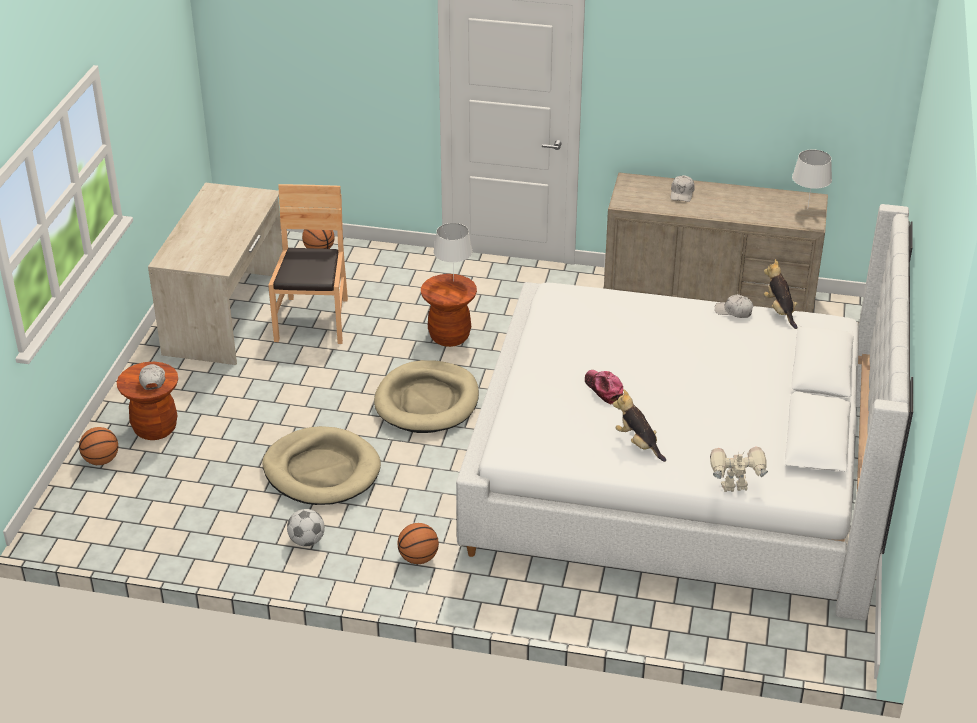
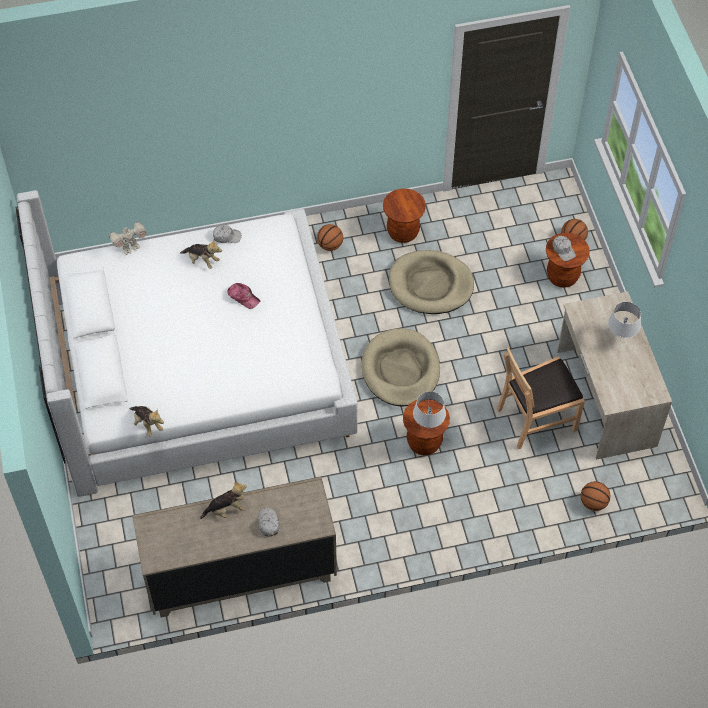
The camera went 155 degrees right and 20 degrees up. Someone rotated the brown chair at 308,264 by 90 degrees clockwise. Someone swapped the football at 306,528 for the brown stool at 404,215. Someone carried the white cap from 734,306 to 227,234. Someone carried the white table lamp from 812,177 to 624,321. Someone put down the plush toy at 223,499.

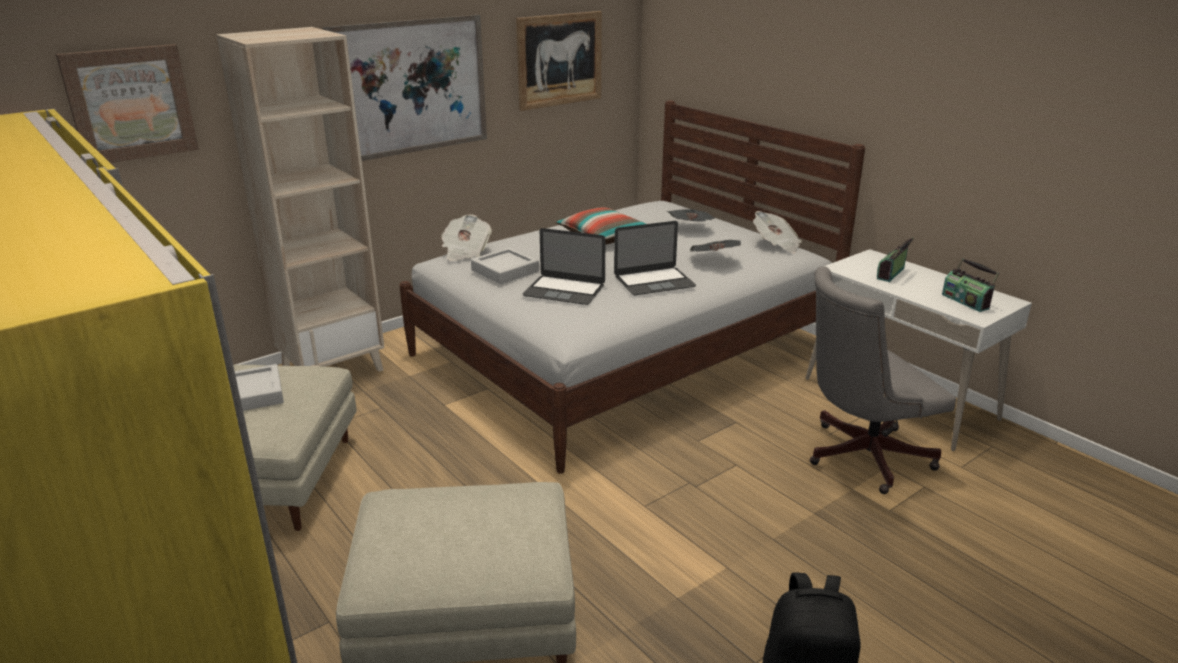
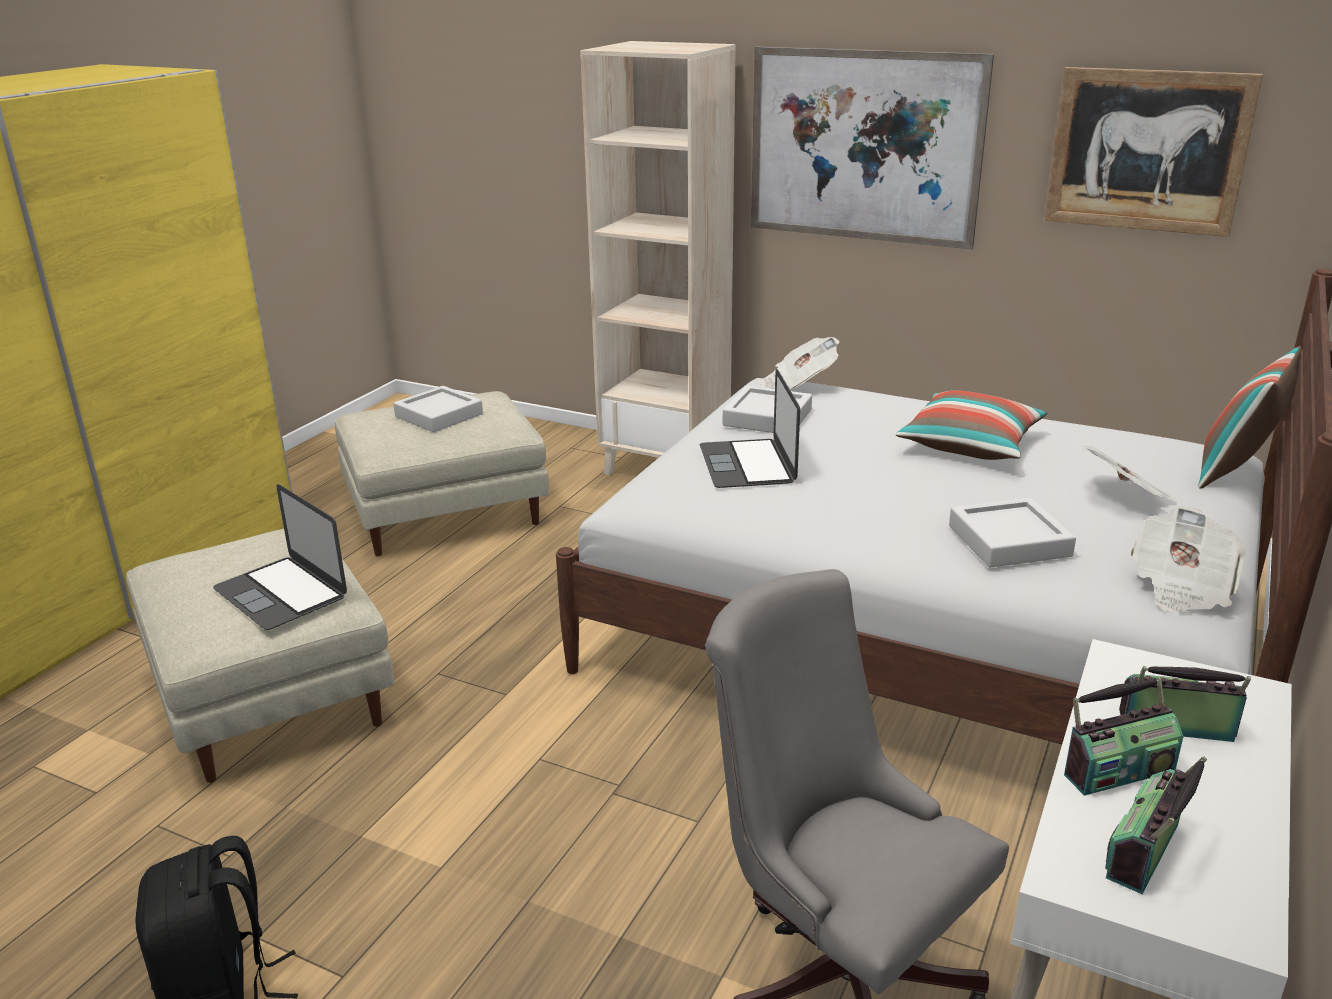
The camera went 65 degrees right and 0 degrees up. Someone took away the picture at 127,103. Someone carried the laptop from 655,258 to 280,557. Someone swapped the newspaper at 715,246 for the grey tray at 1012,533. Someone put down the radio at 1124,737. Someone put down the pillow at 1249,417.

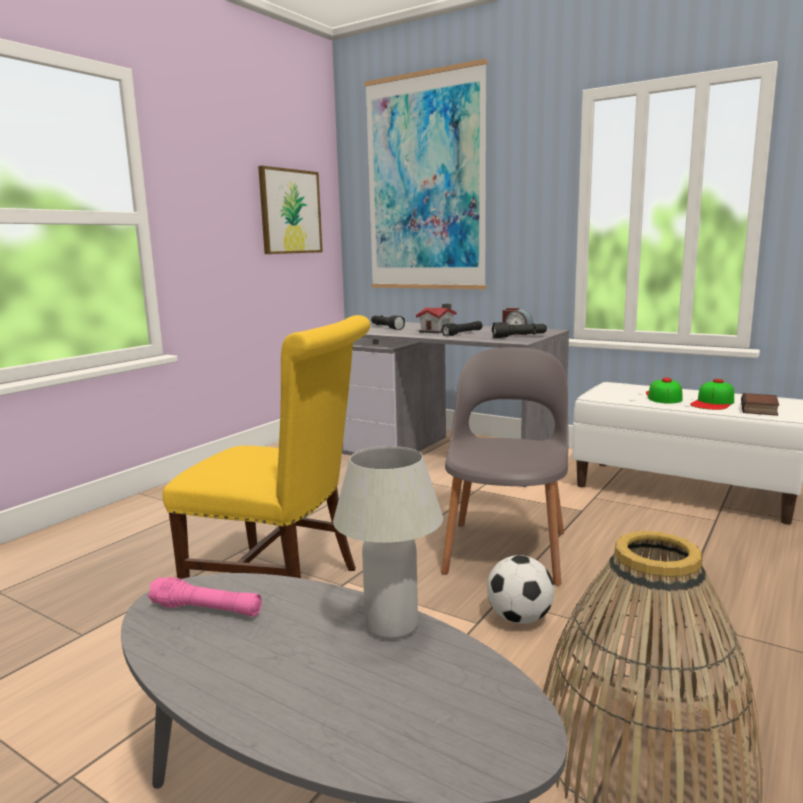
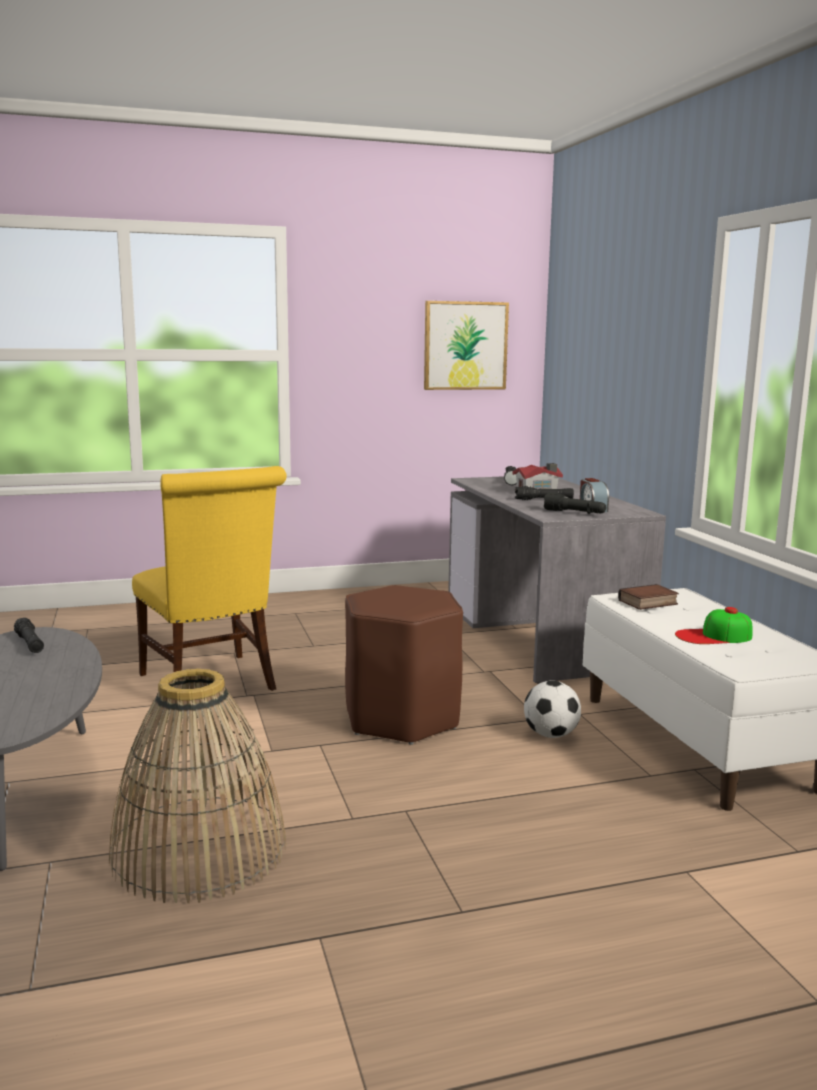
The camera went 40 degrees right and 0 degrees up. Someone repainted the pink flashlight at 204,596, which became the black flashlight at 29,635. Someone took away the white table lamp at 388,543. Someone took away the picture at 426,174. Someone swapped the grey chair at 505,466 for the brown stool at 404,665. Someone carried the football from 520,589 to 552,709. Someone took away the cap at 664,391. Someone carried the book from 760,404 to 648,597.

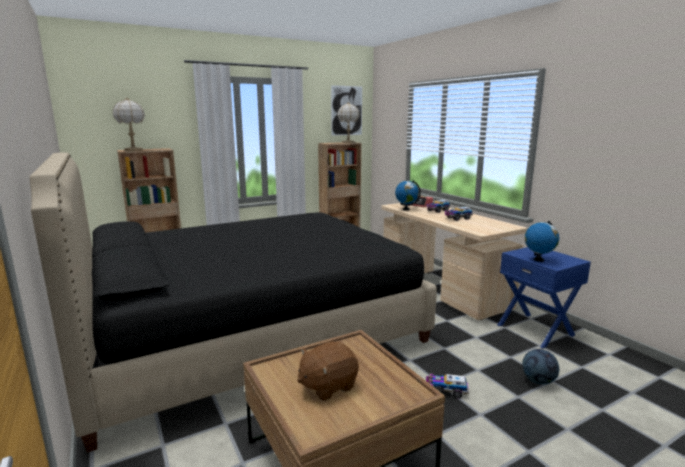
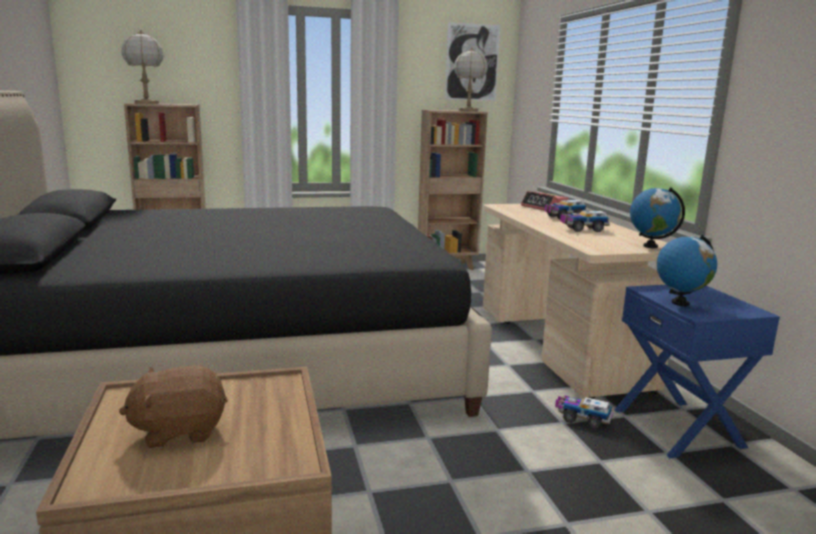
The camera went 15 degrees right and 0 degrees up. Someone carried the globe from 408,195 to 657,217. Someone carried the toy truck from 447,386 to 584,412. Someone took away the football at 540,367.

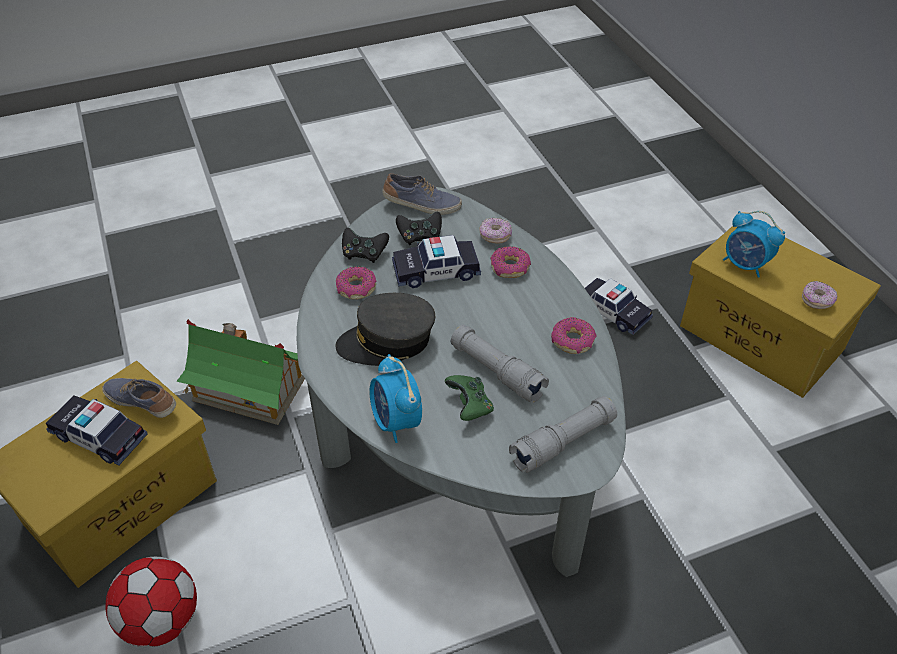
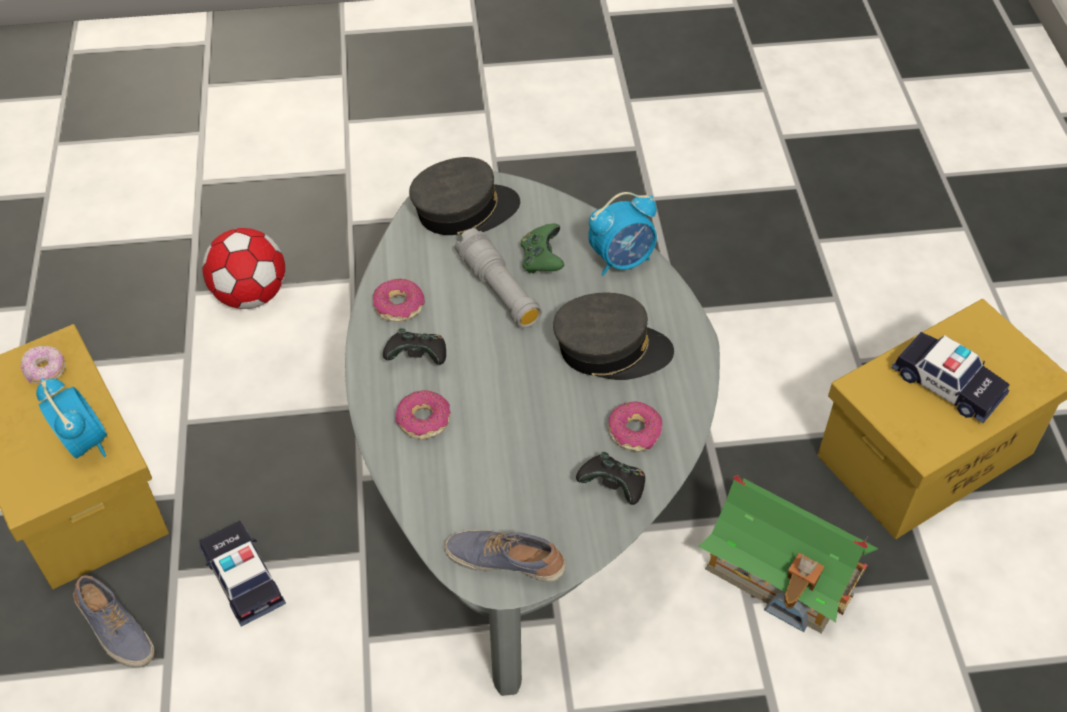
The camera went 165 degrees left and 5 degrees up. Someone carried the shoe from 139,398 to 114,621. Someone carried the football from 151,602 to 243,268. Someone rotated the alarm clock at 396,398 by 75 degrees clockwise. Someone took away the toy car at 436,261. Someone carried the black game controller from 419,228 to 414,346. Someone took away the donut at 495,231. Someone swapped the grey flashlight at 563,434 for the grey cap at 464,196.

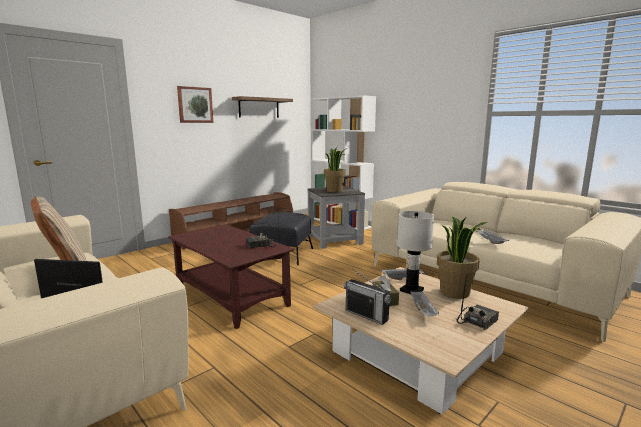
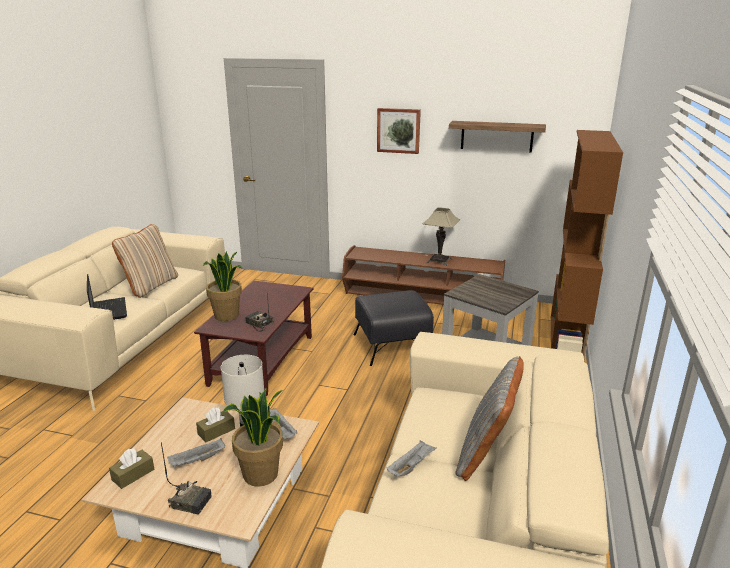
The camera went 60 degrees right and 10 degrees up. Someone repainted the white bookcase at 343,162, which became the brown bookcase at 587,246. Someone carried the potted plant from 335,169 to 222,286. Someone took away the radio at 368,297. Someone put down the brown tissue box at 131,468. Someone put down the table lamp at 441,236. Someone put down the grey pillow at 489,418.

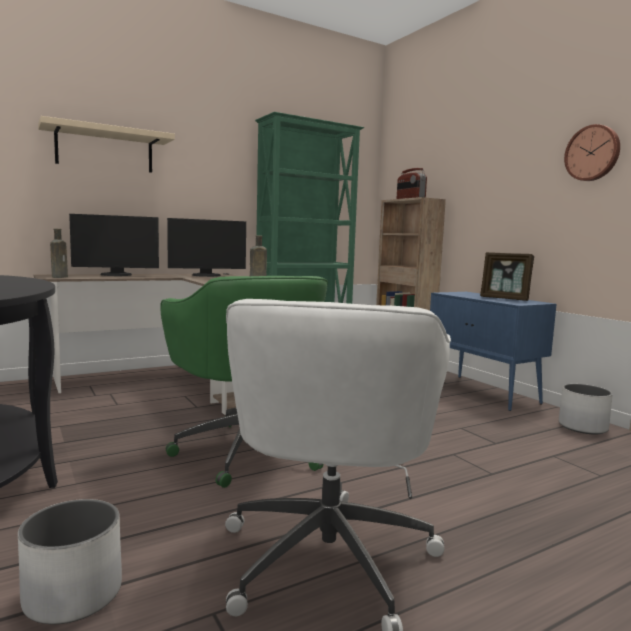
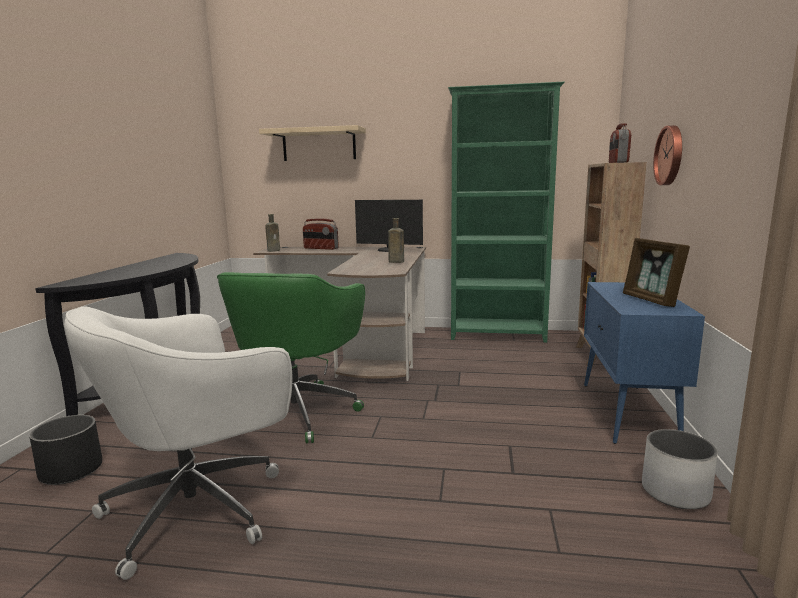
The camera went 40 degrees right and 5 degrees up. Someone repainted the white planter at 70,561, which became the black planter at 65,450. Someone swapped the monitor at 114,245 for the radio at 321,234. Someone carried the wall clock from 592,152 to 667,155.

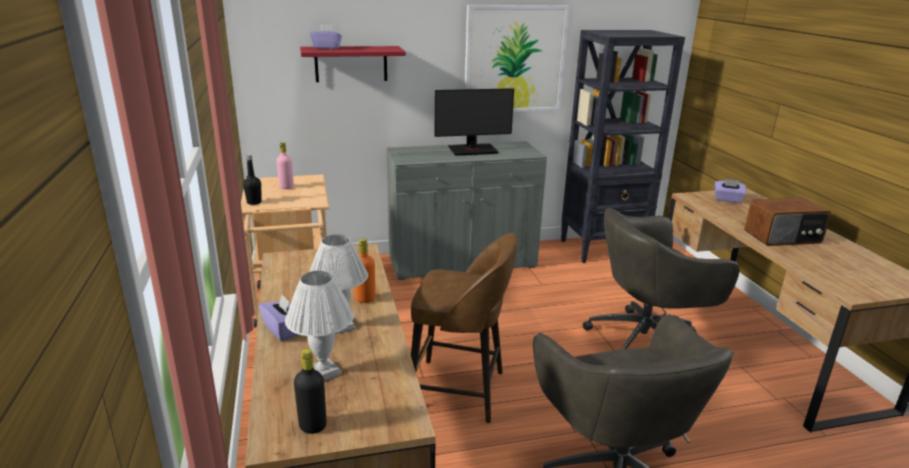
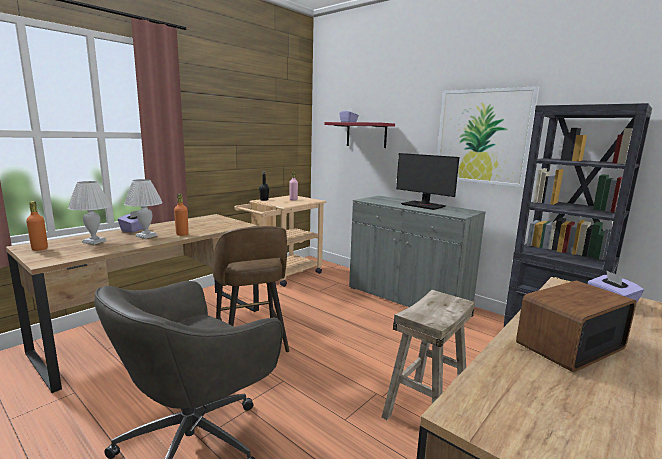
The camera went 55 degrees right and 10 degrees down. Someone repainted the black bottle at 310,391, which became the orange bottle at 37,226. Someone swapped the grey office chair at 661,279 for the beige stool at 428,355. Someone rotated the radio at 787,222 by 105 degrees clockwise.

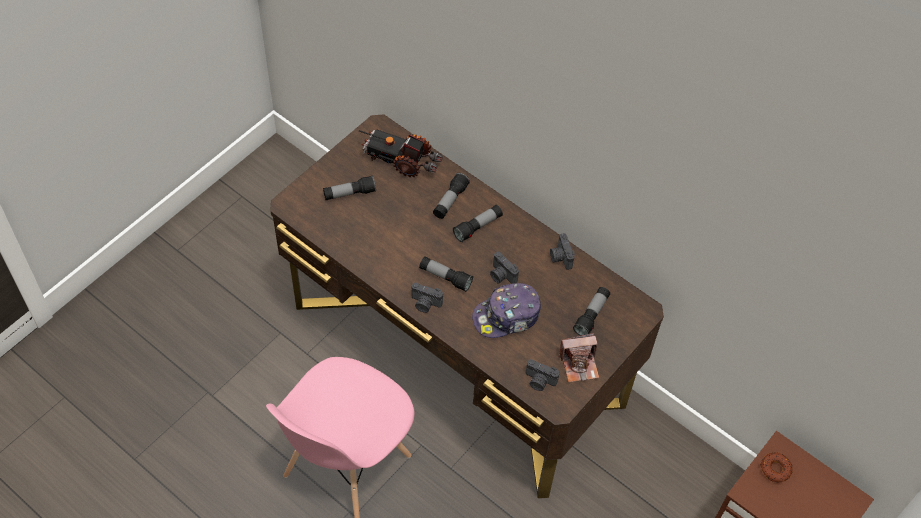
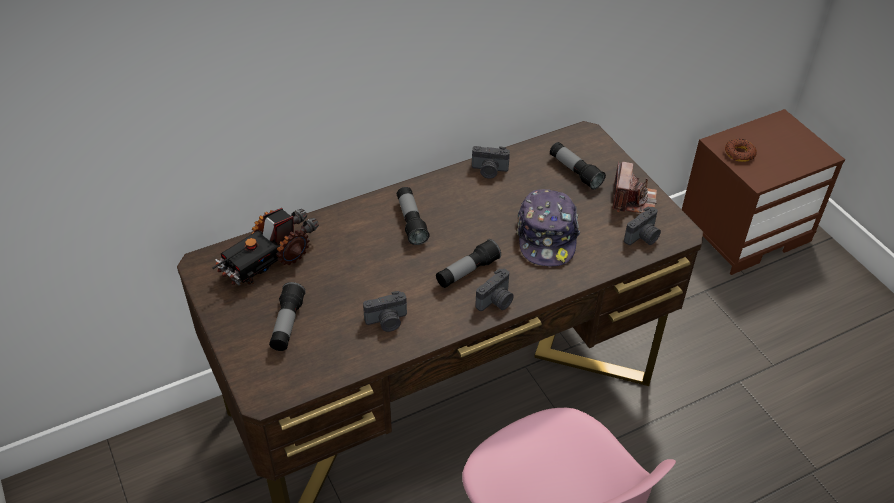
The camera went 65 degrees left and 10 degrees down. Someone took away the flashlight at 451,196. Someone carried the photo camera from 504,268 to 385,311.

